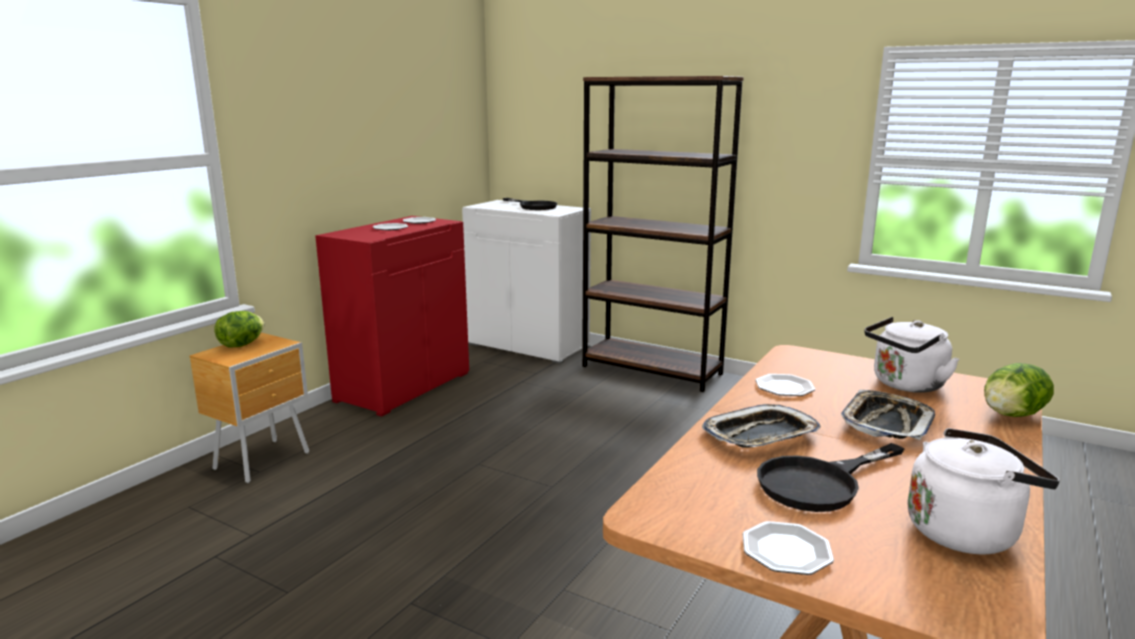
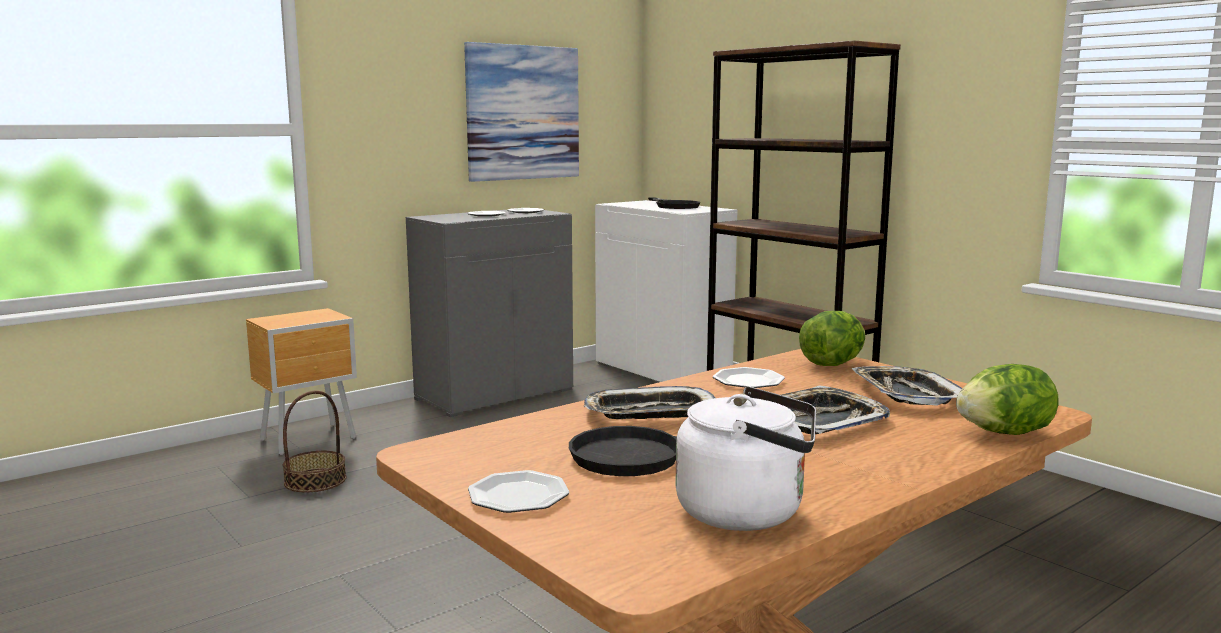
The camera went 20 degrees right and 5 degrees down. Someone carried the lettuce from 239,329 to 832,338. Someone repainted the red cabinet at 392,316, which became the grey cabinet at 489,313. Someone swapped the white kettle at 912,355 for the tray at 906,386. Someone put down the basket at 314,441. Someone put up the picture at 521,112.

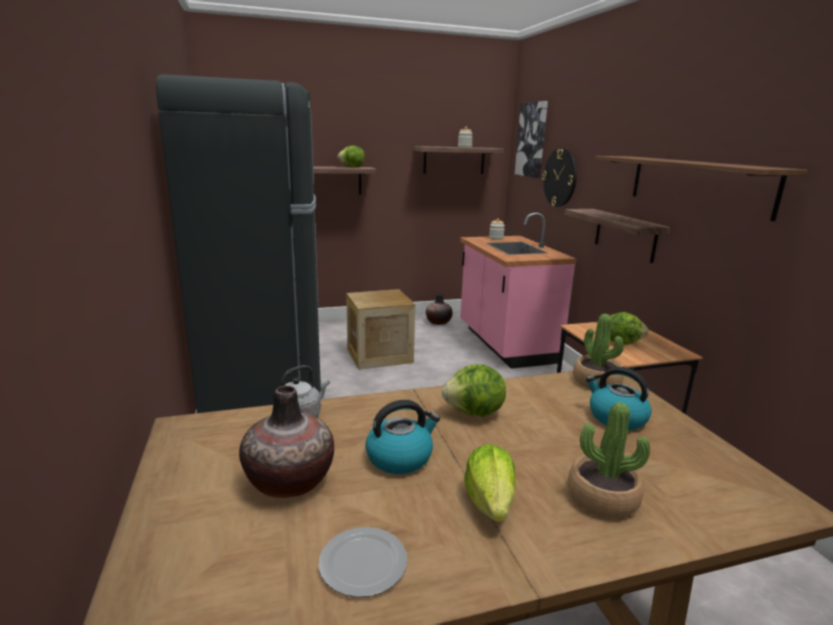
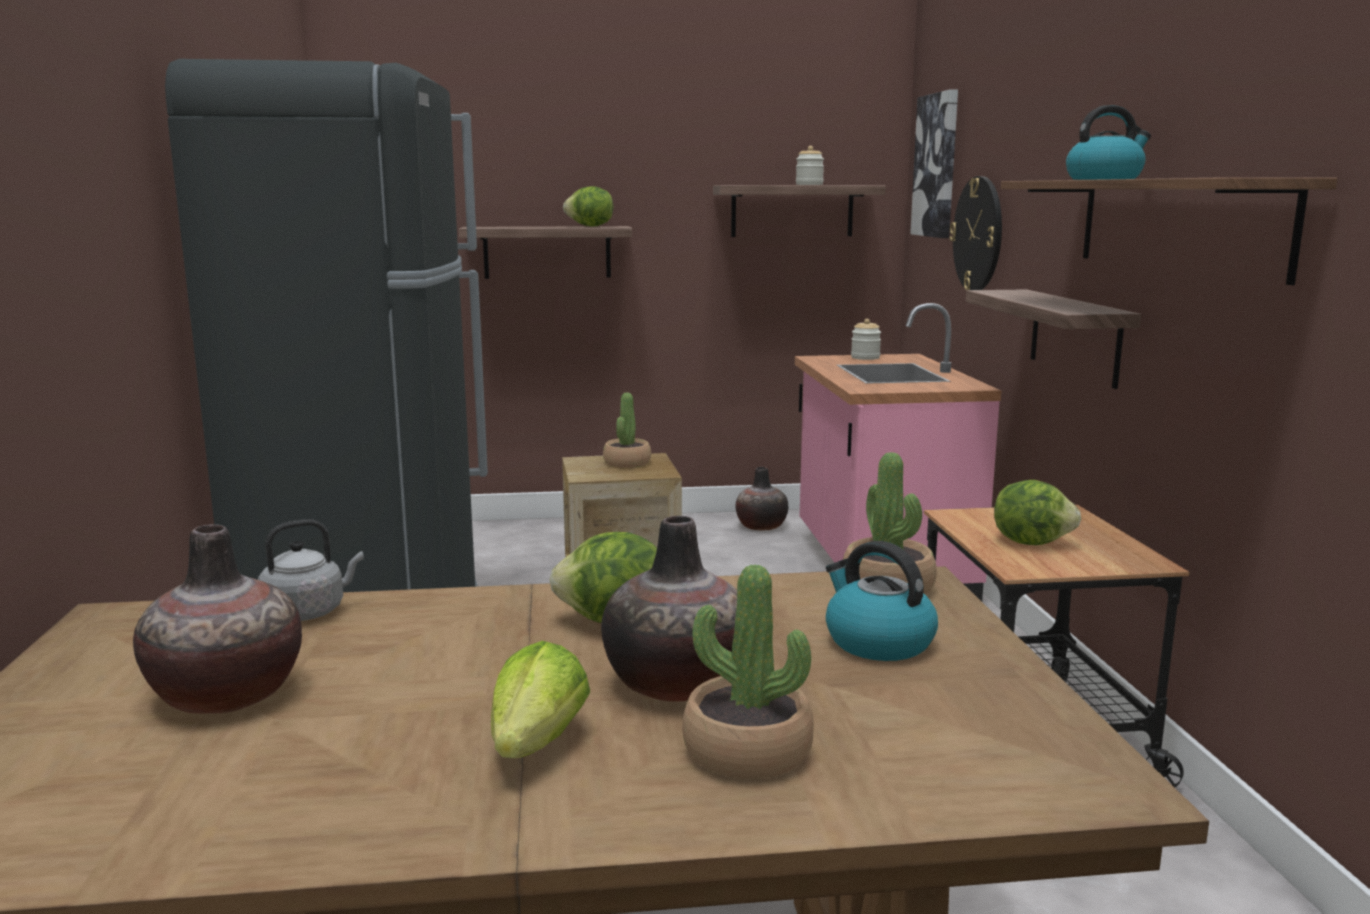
The camera went 10 degrees right and 5 degrees down. Someone took away the plate at 363,562. Someone carried the kettle from 402,437 to 1108,142. Someone put down the vase at 669,609. Someone put down the potted plant at 627,430.

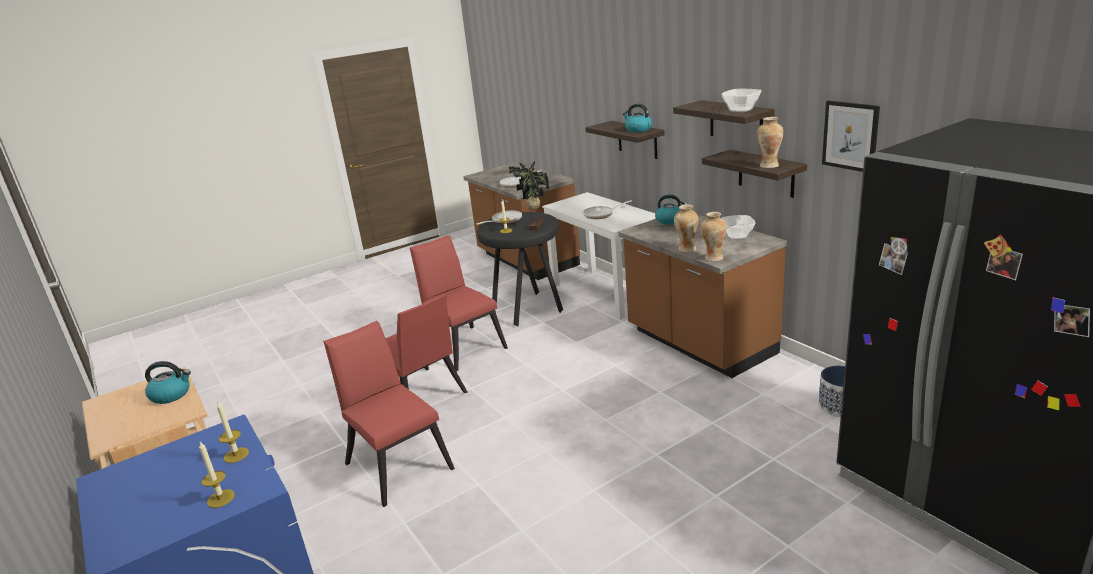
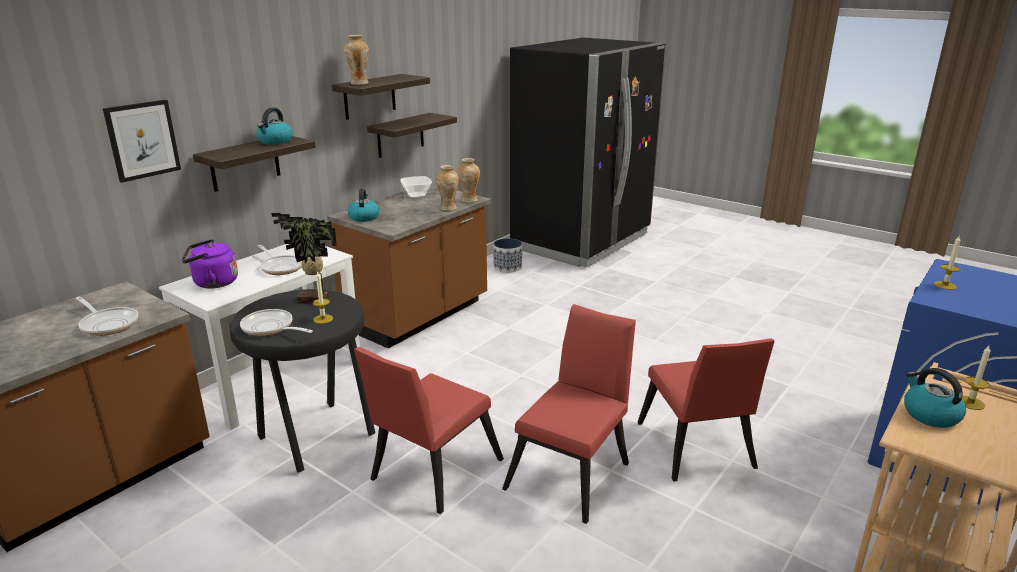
The camera went 110 degrees left and 0 degrees up. Someone carried the candle from 217,475 to 976,377. Someone rotated the red chair at 389,414 by 45 degrees counterclockwise. Someone took away the bowl at 741,100. Someone carried the vase from 770,142 to 356,60. Someone carried the picture from 851,136 to 142,141. Someone put down the purple kettle at 209,263.

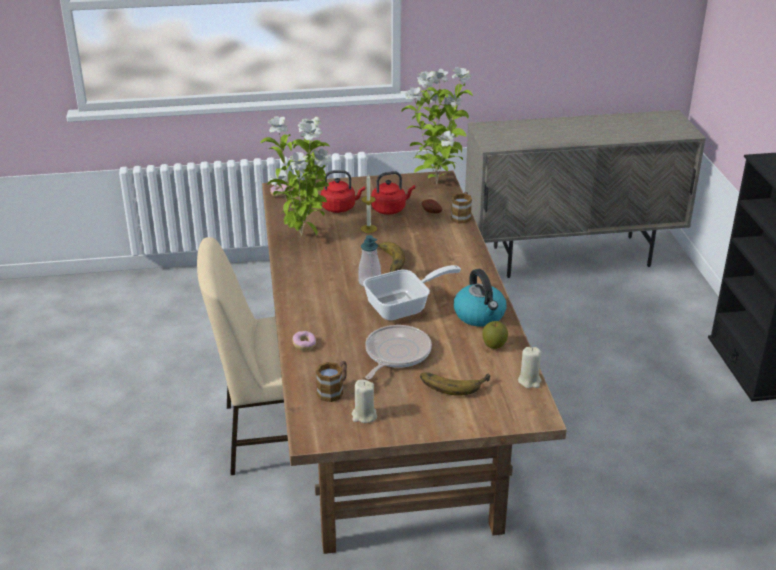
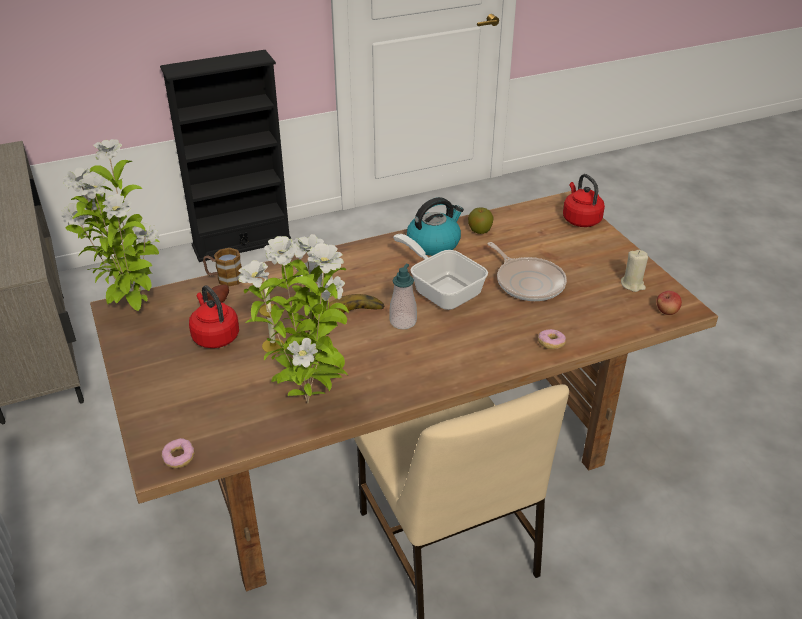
The camera went 105 degrees left and 5 degrees up. Someone took away the mug at 331,381. Someone carried the red kettle from 343,191 to 584,200. Someone rotated the frying pan at 398,352 by 135 degrees counterclockwise. Someone took away the banana at 455,384. Someone took away the beige candle at 530,367. Someone put down the apple at 669,303.

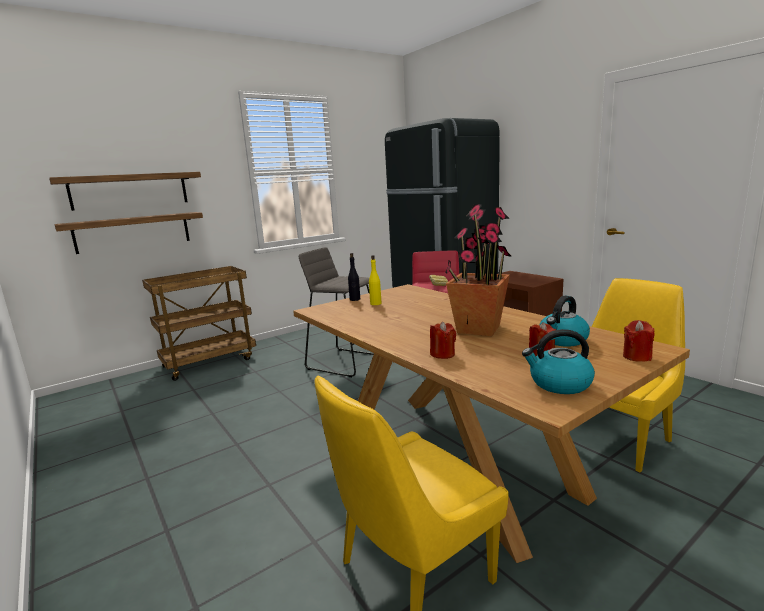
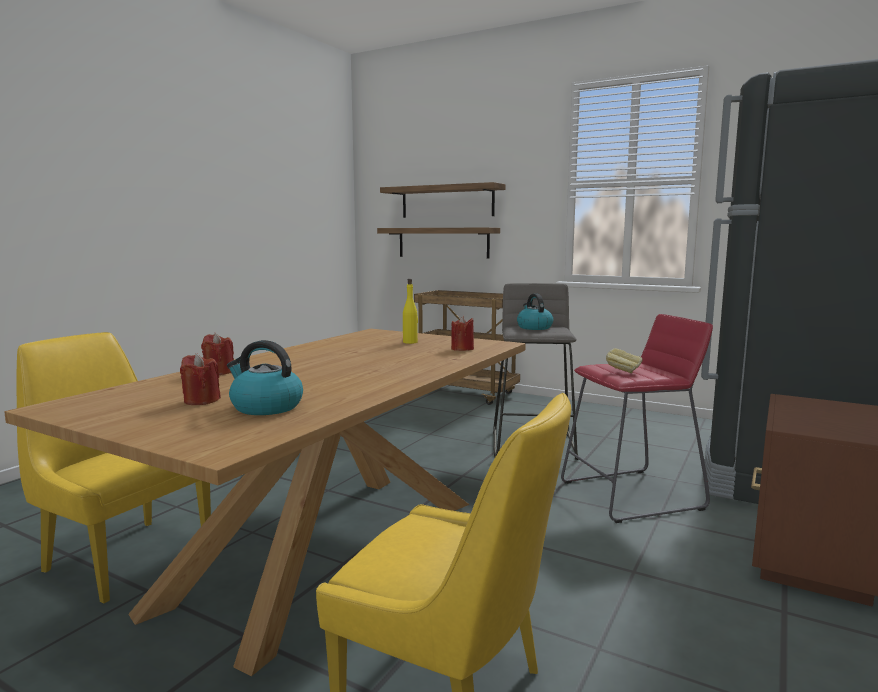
The camera went 65 degrees right and 5 degrees down. Someone took away the black bottle at 354,277. Someone took away the potted plant at 478,270. Someone carried the kettle from 558,361 to 535,312. Someone carried the red candle from 638,341 to 462,333.

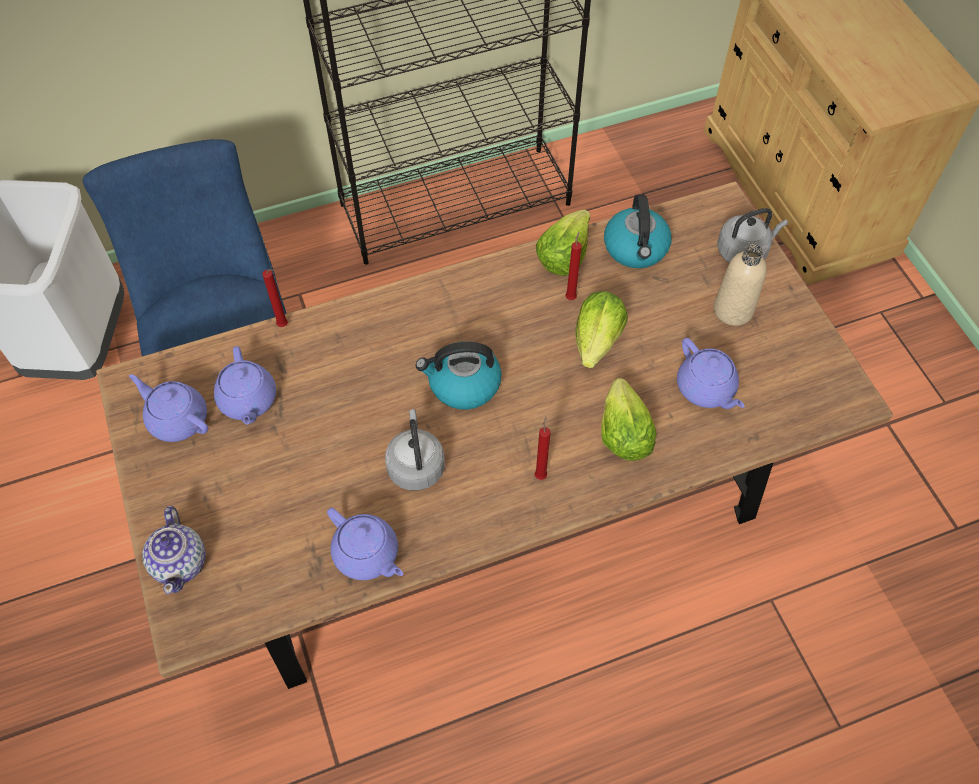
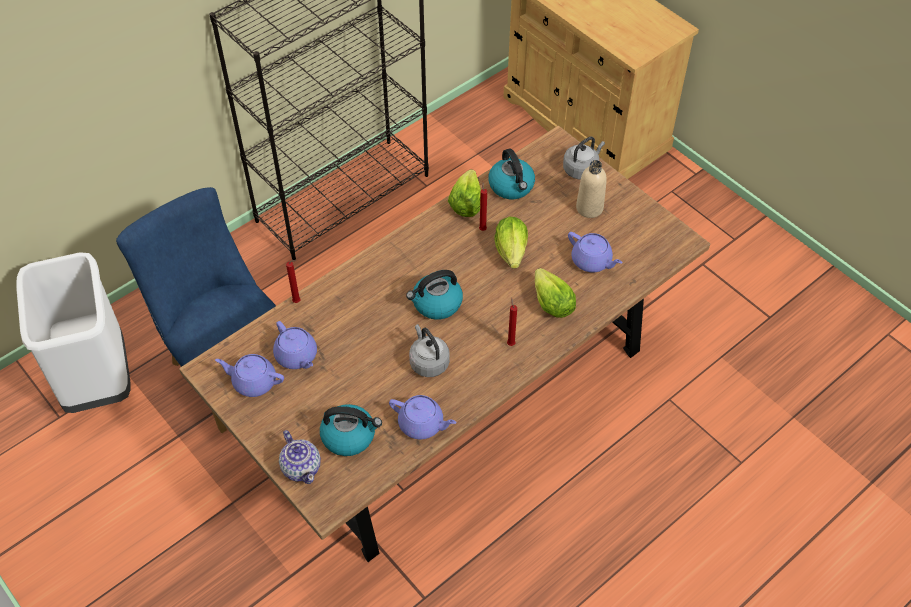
The camera went 20 degrees left and 5 degrees down. Someone put down the kettle at 351,430.

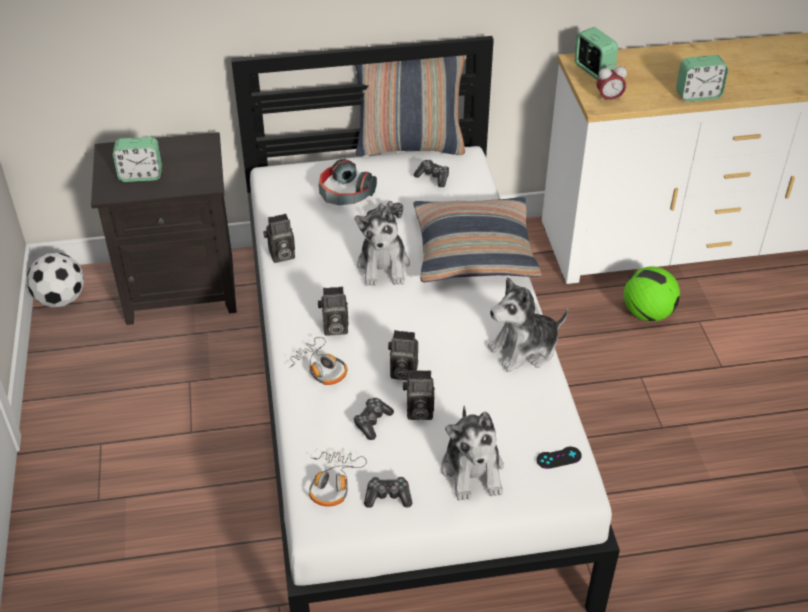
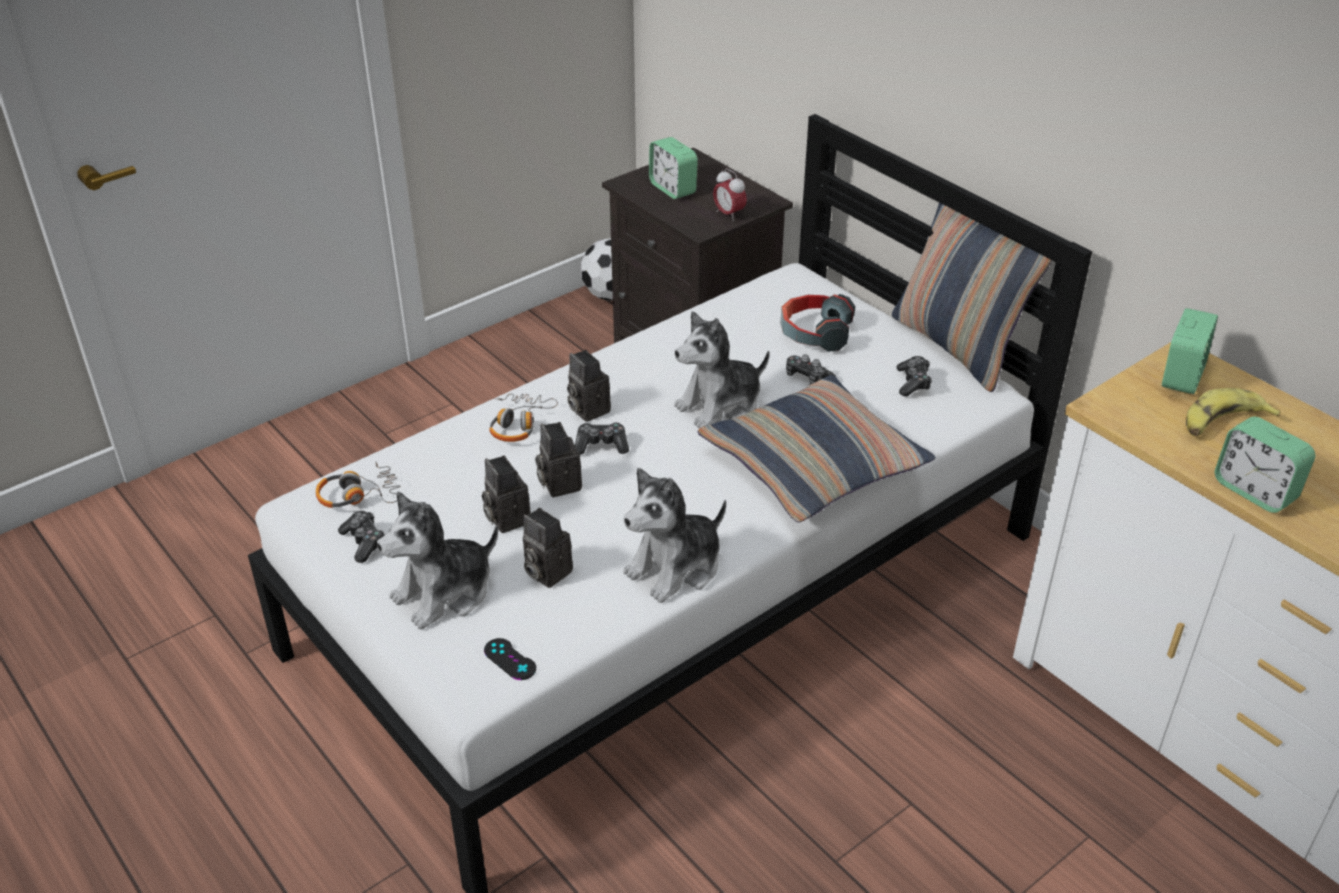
The camera went 60 degrees right and 5 degrees down. Someone carried the photo camera from 279,238 to 548,548. Someone carried the game controller from 373,419 to 602,438. Someone rotated the plush toy at 528,324 by 75 degrees counterclockwise. Someone carried the alarm clock from 611,83 to 730,194. Someone took away the football at 652,293. Someone put down the banana at 1233,412.

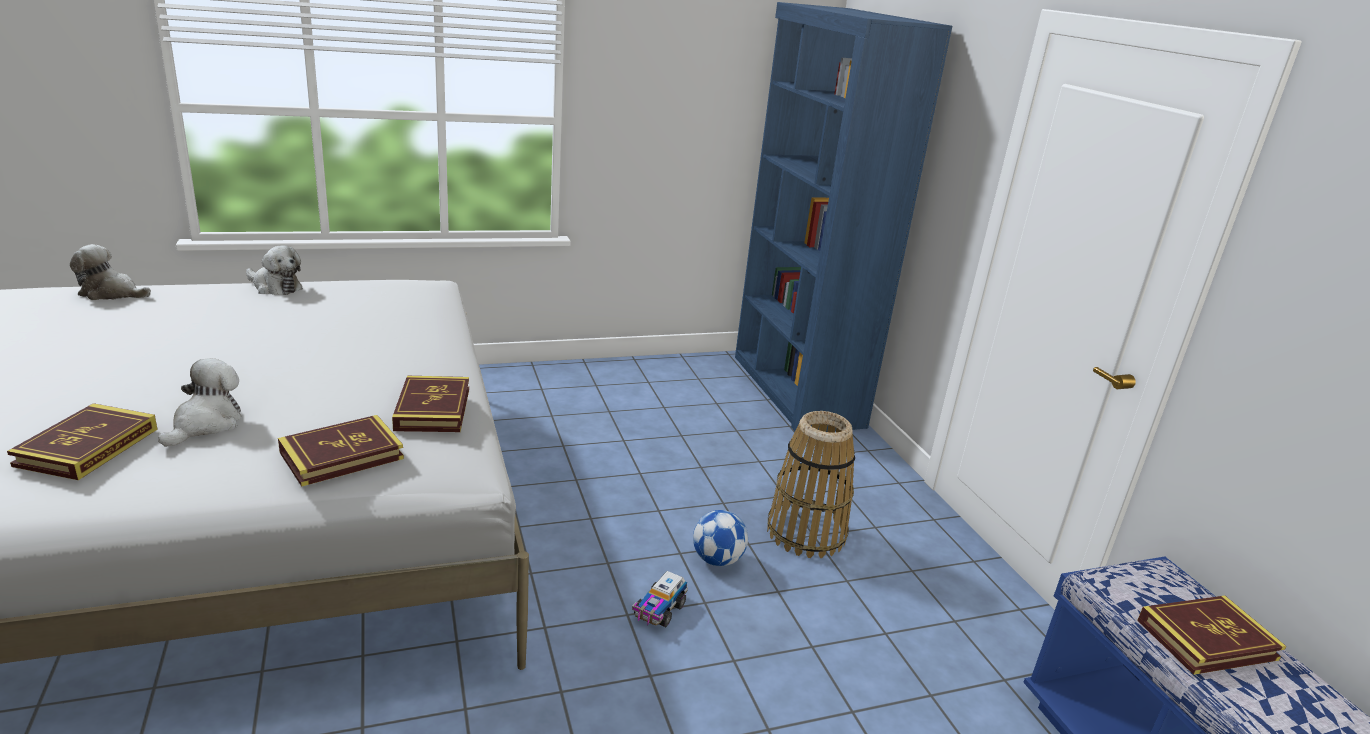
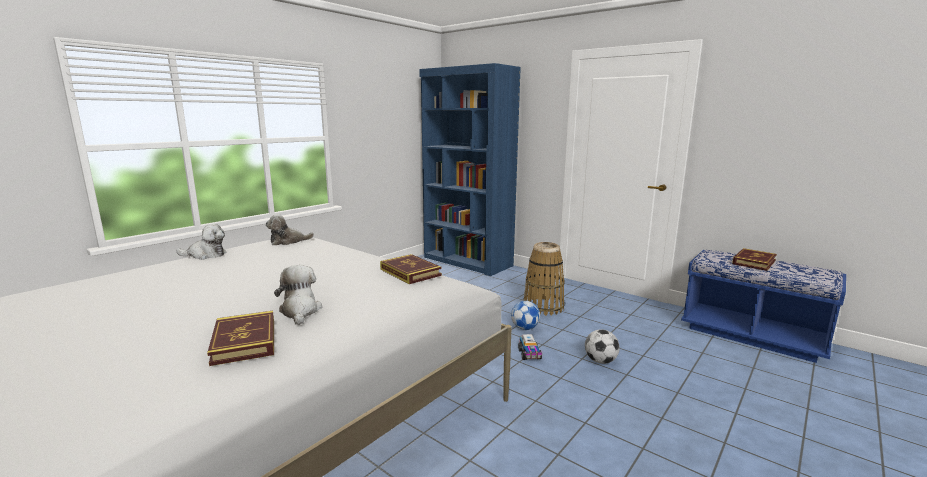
The camera went 30 degrees left and 10 degrees down. Someone carried the plush toy from 110,272 to 290,229. Someone took away the book at 341,451. Someone put down the football at 602,346.

